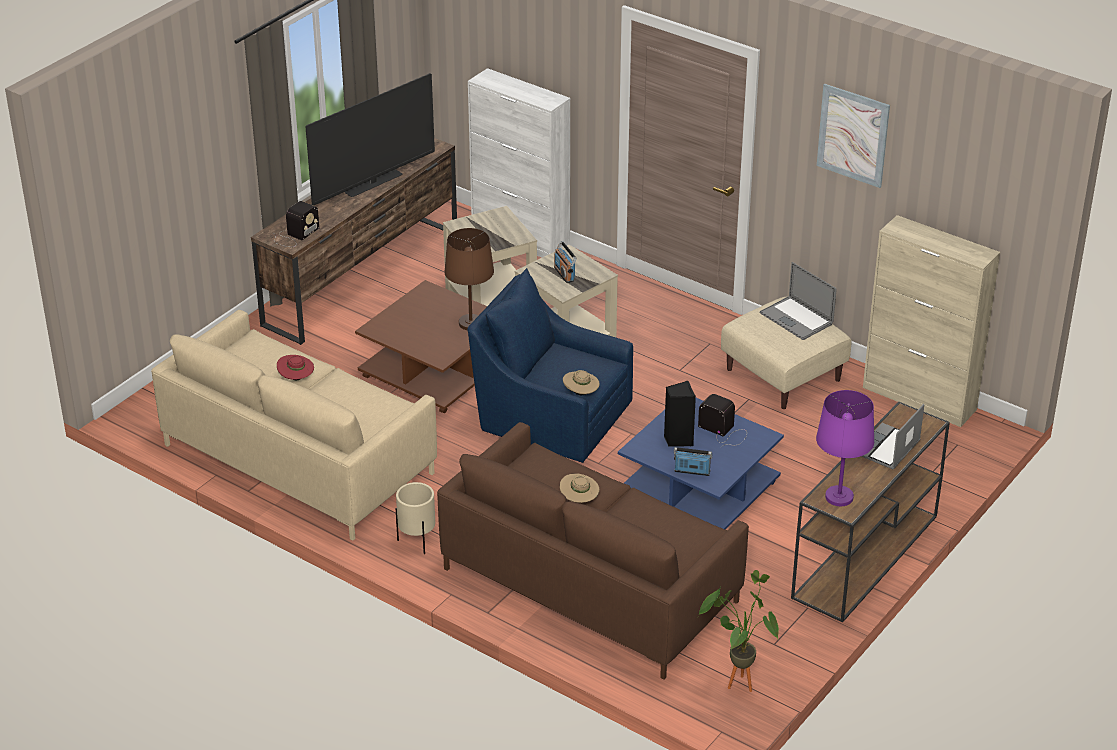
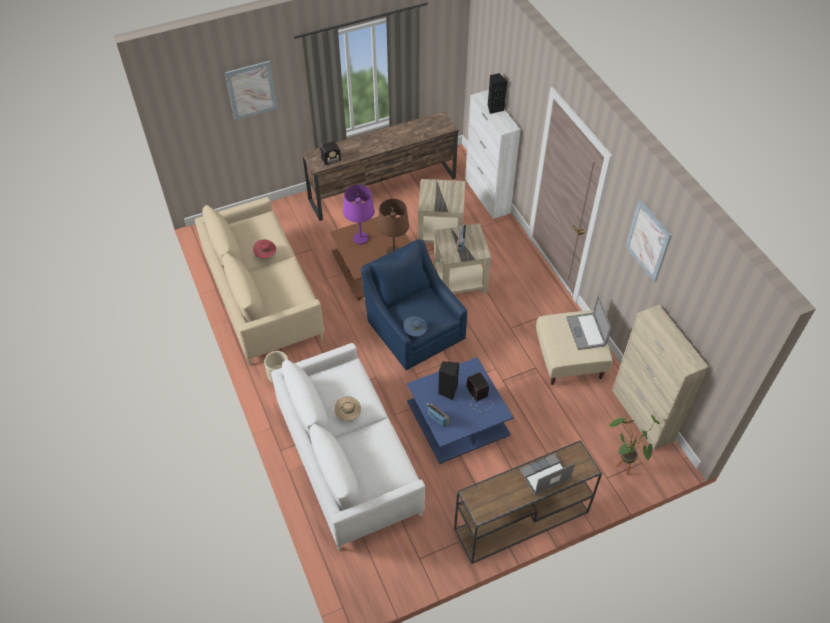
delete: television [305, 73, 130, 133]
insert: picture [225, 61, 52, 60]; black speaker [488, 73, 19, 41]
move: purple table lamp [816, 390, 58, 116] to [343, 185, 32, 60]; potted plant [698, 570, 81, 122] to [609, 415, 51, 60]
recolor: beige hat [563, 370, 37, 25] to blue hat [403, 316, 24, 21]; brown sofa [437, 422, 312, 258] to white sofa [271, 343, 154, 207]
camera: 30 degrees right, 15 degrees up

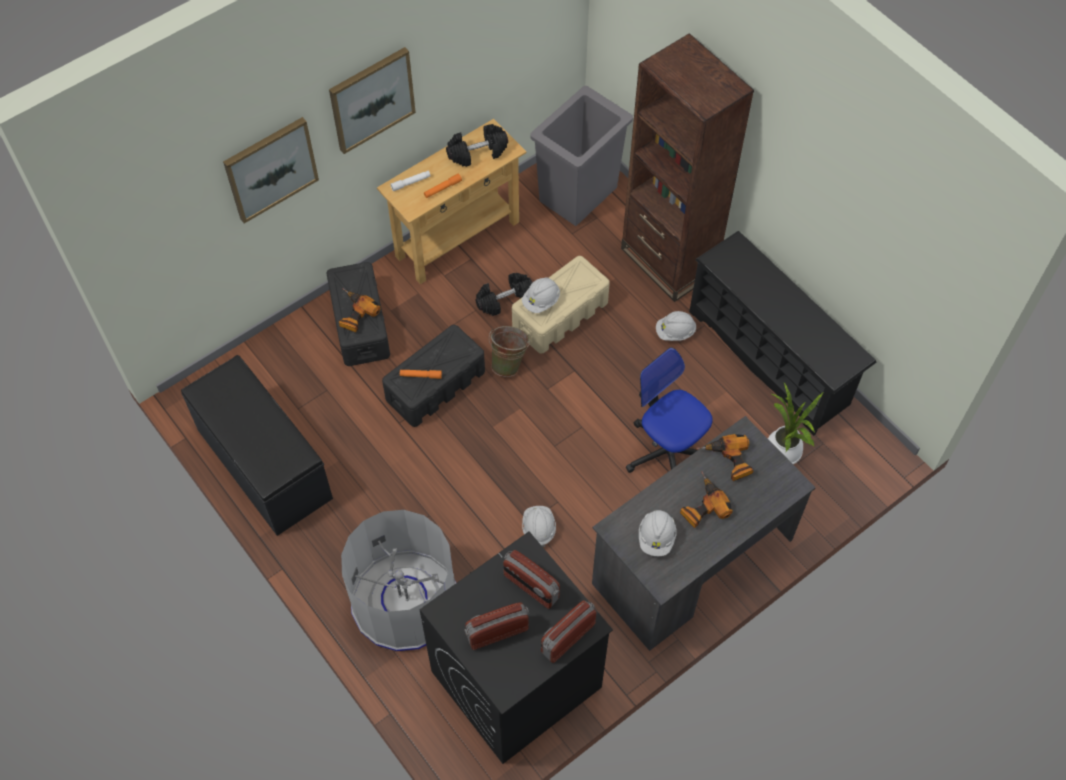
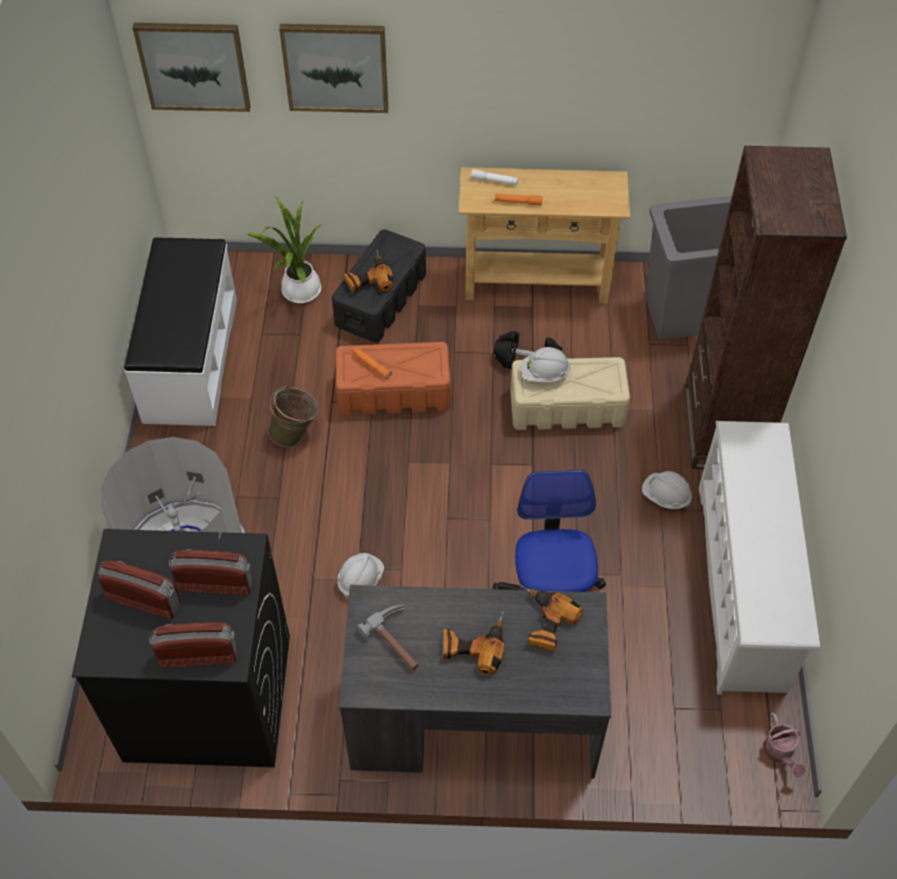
delete: black dumbbell [446, 124, 62, 43]
insert: watering can [763, 713, 42, 64]
move: picture [329, 47, 87, 107] to [133, 23, 118, 89]; green bucket [489, 326, 41, 51] to [269, 384, 50, 63]; potted plant [768, 383, 55, 81] to [246, 197, 75, 106]
replace: white hard hat [639, 510, 38, 46] to hammer [357, 605, 62, 66]
recolor: black shoe rack [689, 231, 188, 205] to white shoe rack [699, 421, 121, 274]; black storage box [382, 325, 103, 102] to orange storage box [336, 342, 114, 74]; black bench [181, 355, 152, 181] to white bench [124, 237, 113, 189]
rotate: radio [503, 550, 57, 59] = [169, 549, 83, 46] 105 degrees clockwise
camera: 40 degrees right, 5 degrees down

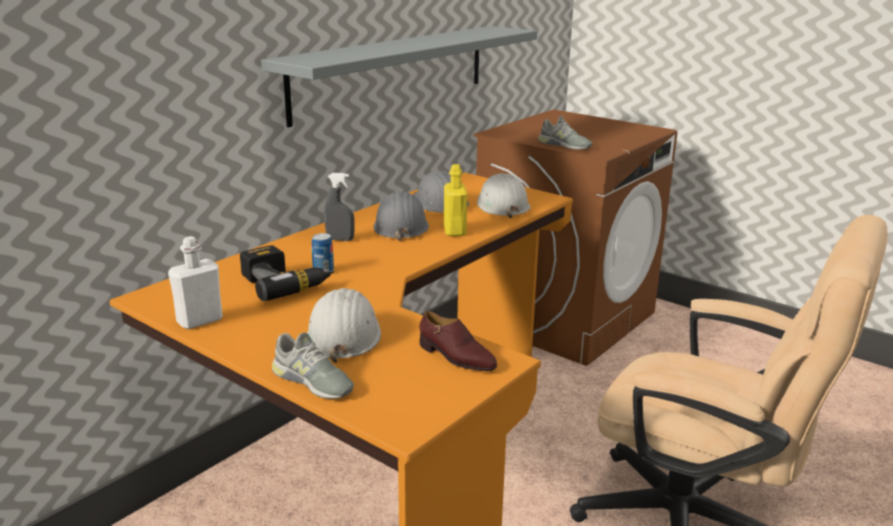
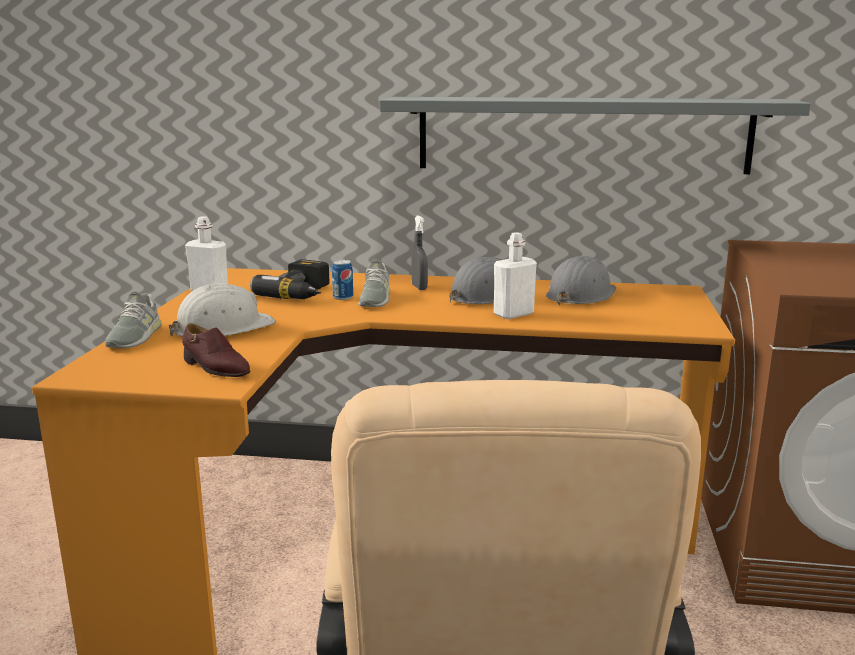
delete: white hard hat [477, 173, 53, 45]
move: grey shoe [538, 116, 54, 34] to [358, 259, 32, 48]
recolor: yellow bottle [444, 164, 23, 72] to white bottle [494, 232, 43, 87]
rotate: brown shoe [419, 311, 78, 60] = [182, 323, 68, 54] 60 degrees counterclockwise
camera: 60 degrees right, 5 degrees down

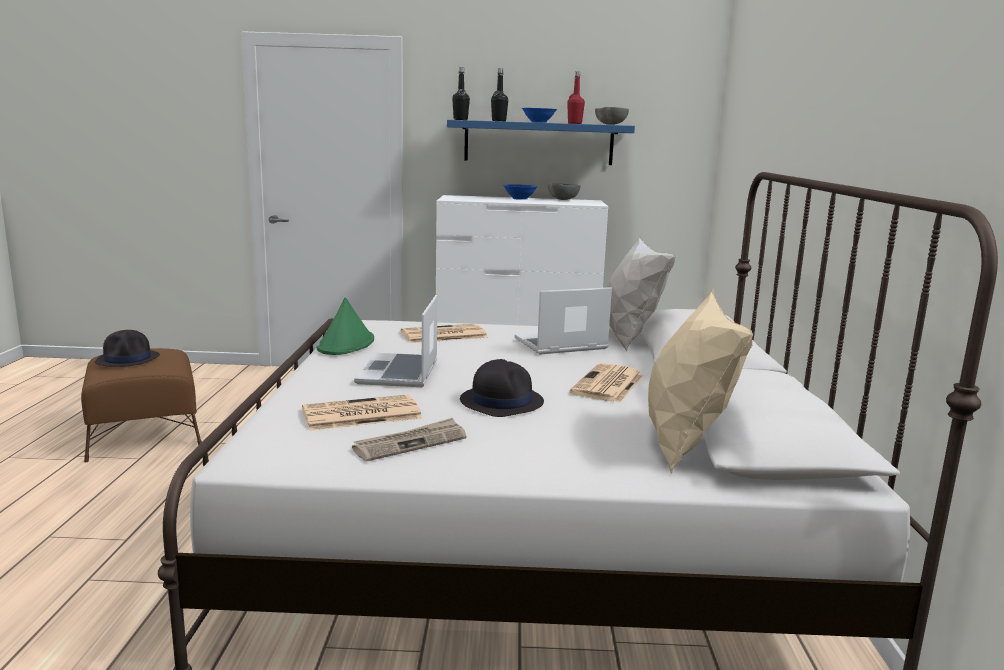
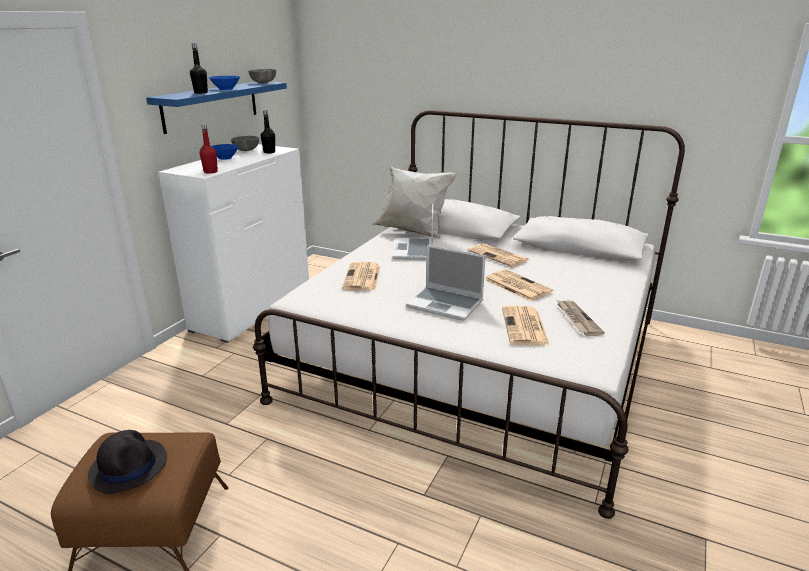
delete: beige pillow [648, 287, 105, 187]; green hat [317, 297, 57, 58]
move: black bottle [452, 67, 18, 53] to [261, 110, 14, 44]; red bottle [567, 71, 18, 53] to [200, 124, 18, 50]
replace: black hat [460, 359, 84, 58] to newspaper [485, 269, 68, 32]
camera: 65 degrees left, 10 degrees up

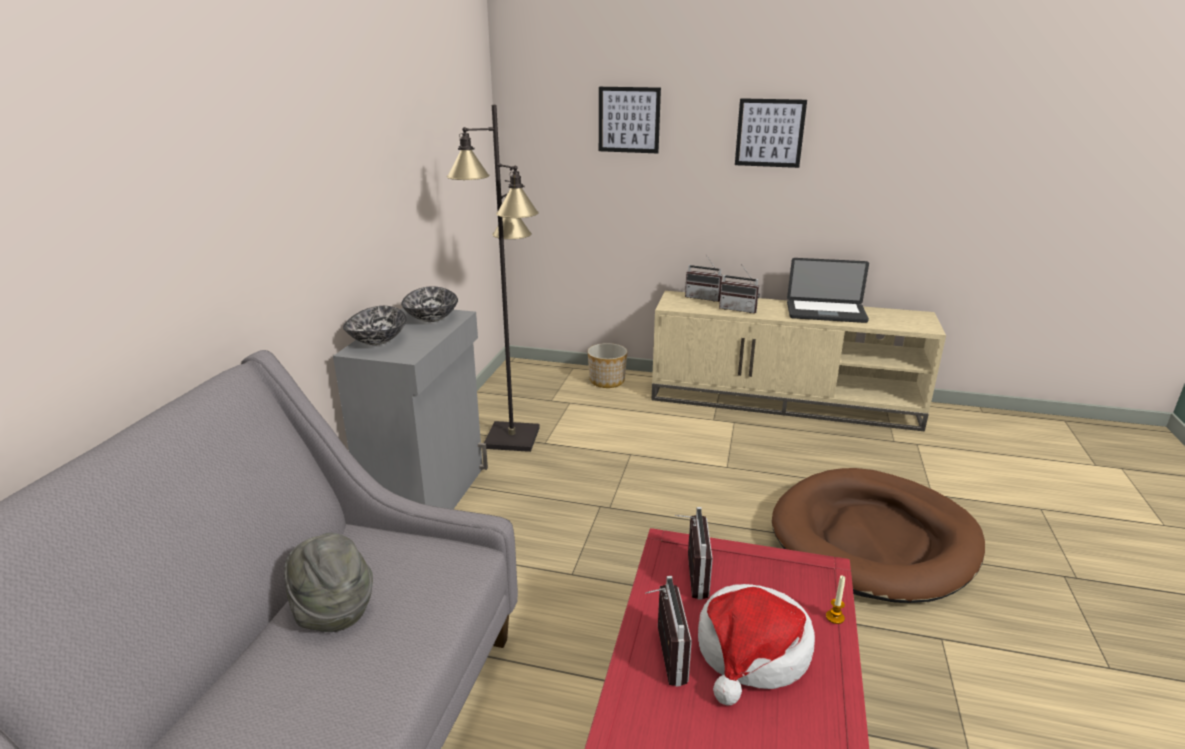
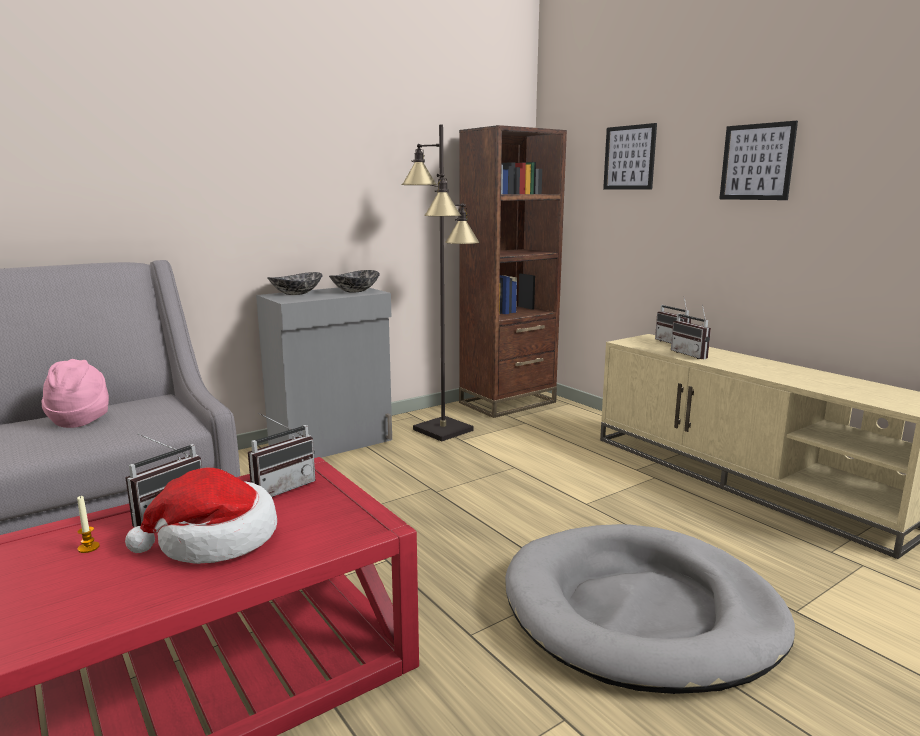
delete: laptop [787, 258, 82, 65]; planter [588, 343, 40, 45]
insert: brown bookcase [459, 125, 108, 293]
move: candle [826, 575, 19, 49] to [77, 496, 23, 57]
recolor: brown dog bed [772, 468, 213, 135] to grey dog bed [505, 524, 290, 170]; grey hat [284, 533, 89, 99] to pink hat [41, 359, 68, 69]
camera: 40 degrees right, 10 degrees down

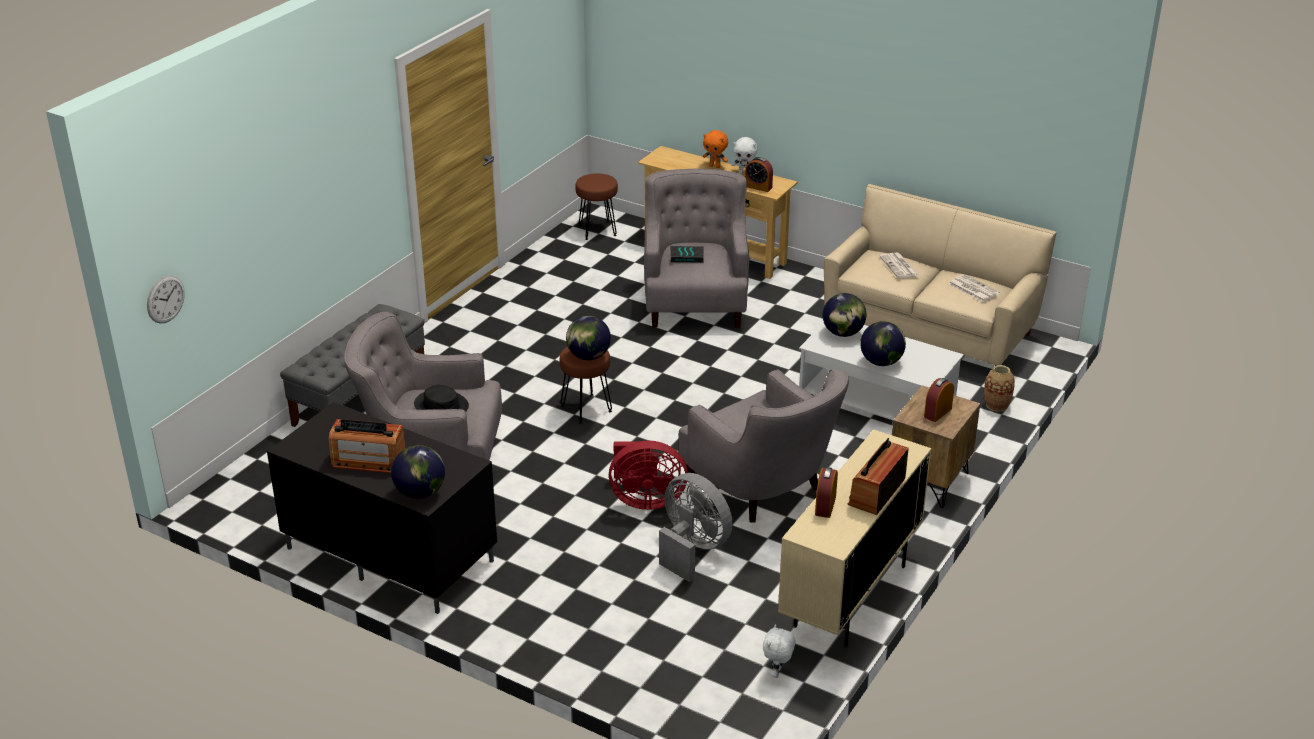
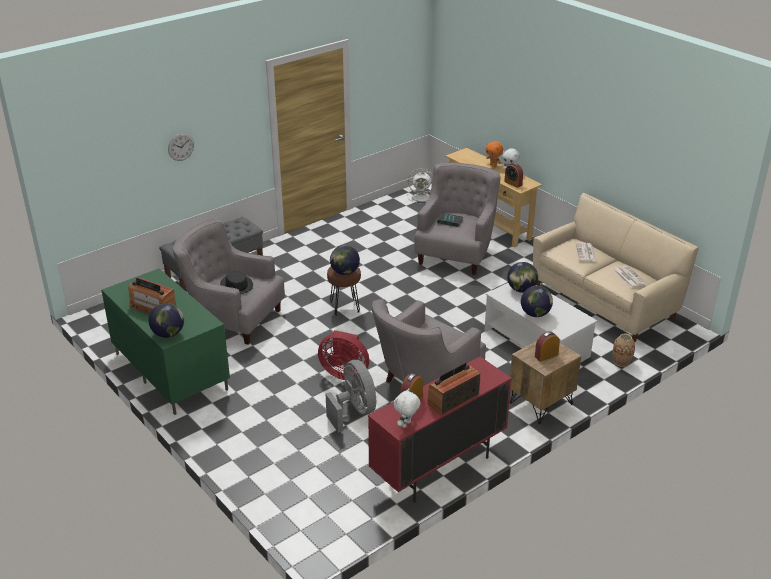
move: wall clock [147, 275, 38, 49] to [168, 133, 26, 28]; white plush toy [763, 624, 33, 54] to [394, 388, 27, 40]
replace: brown stool [575, 173, 43, 67] to white fan [407, 168, 26, 36]
recolor: black tv stand [267, 402, 230, 212] to green tv stand [101, 269, 129, 146]; beige cabinet [778, 429, 153, 218] to red cabinet [368, 357, 144, 146]
rotate: grey armchair [678, 369, 170, 154] = [372, 299, 114, 87] 60 degrees clockwise
camera: 20 degrees right, 0 degrees up

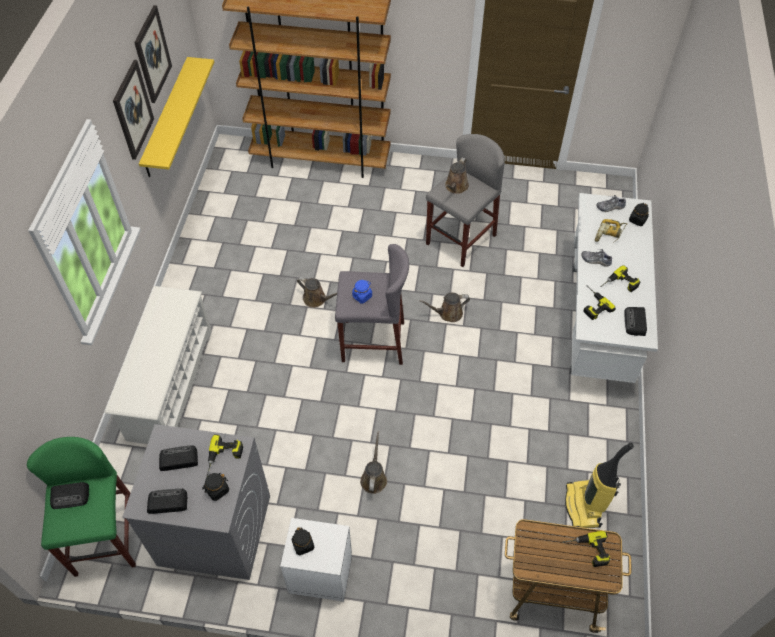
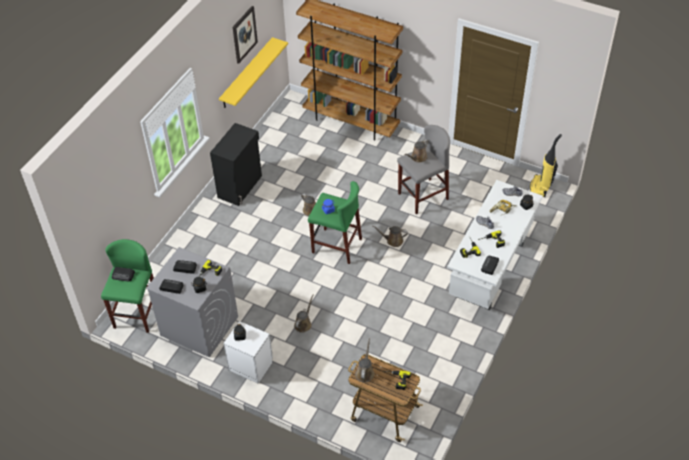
delete: picture [113, 60, 41, 100]; white shoe rack [105, 286, 107, 158]
insert: black cabinet [210, 123, 52, 83]; brown watering can [355, 338, 20, 45]
move: vacuum cleaner [565, 443, 69, 85] to [530, 134, 32, 63]
recolor: grey stool [335, 244, 74, 121] to green stool [308, 181, 54, 83]
camera: 20 degrees right, 5 degrees down

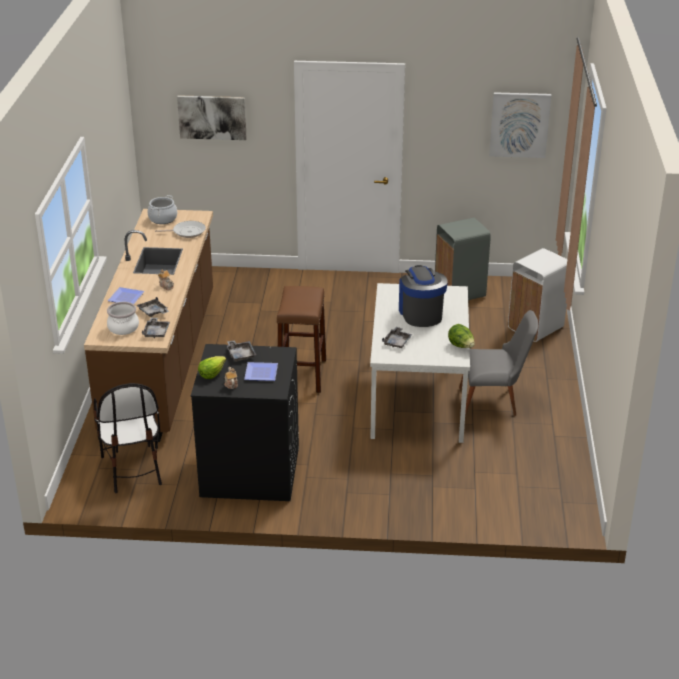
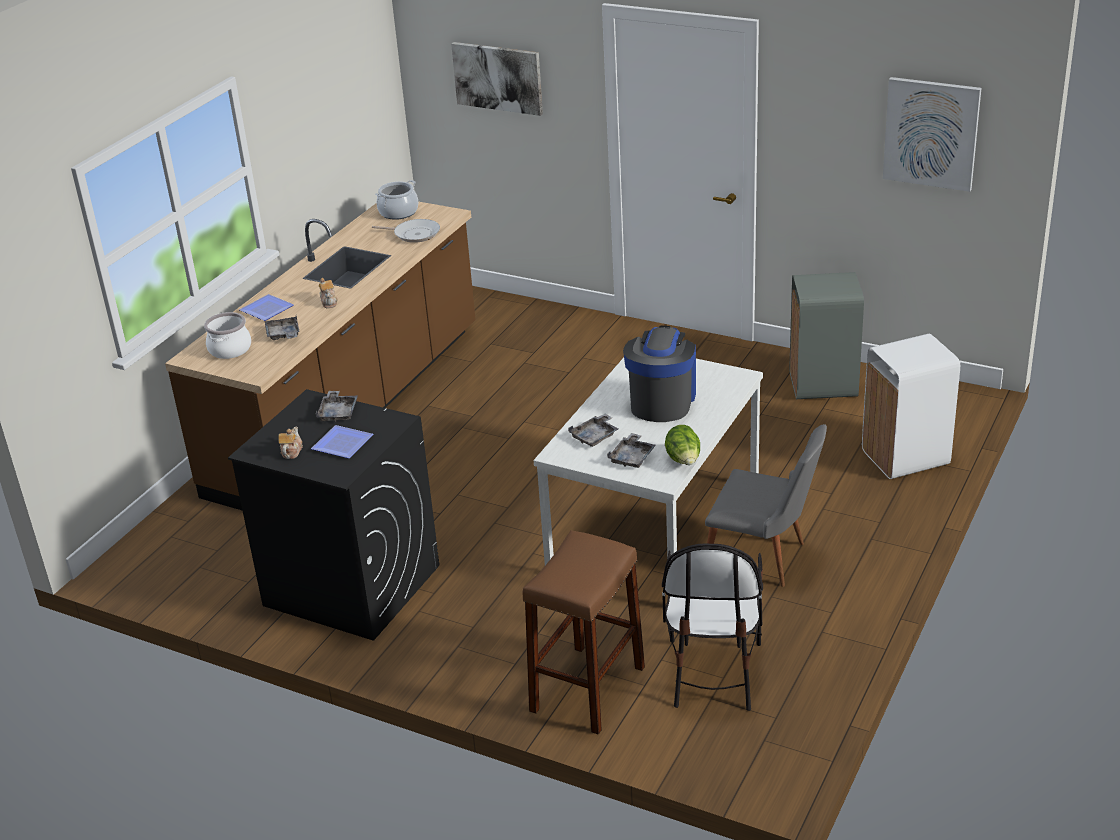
delete: lettuce [198, 356, 28, 23]
move: brown stool [277, 286, 49, 107] to [522, 530, 123, 205]; grey tray [142, 317, 28, 21] to [607, 433, 49, 35]; chair [94, 383, 68, 110] to [662, 544, 101, 167]
camera: 25 degrees right, 0 degrees up

